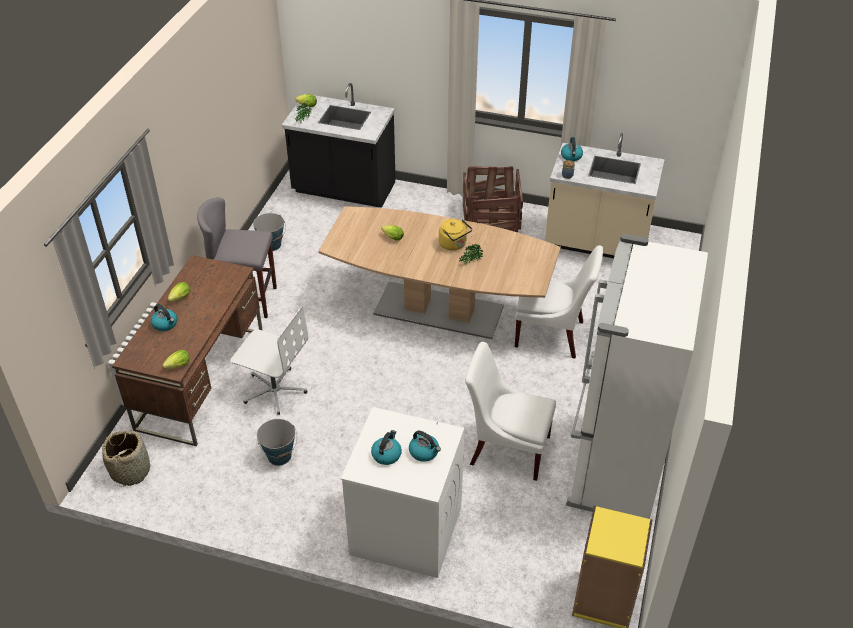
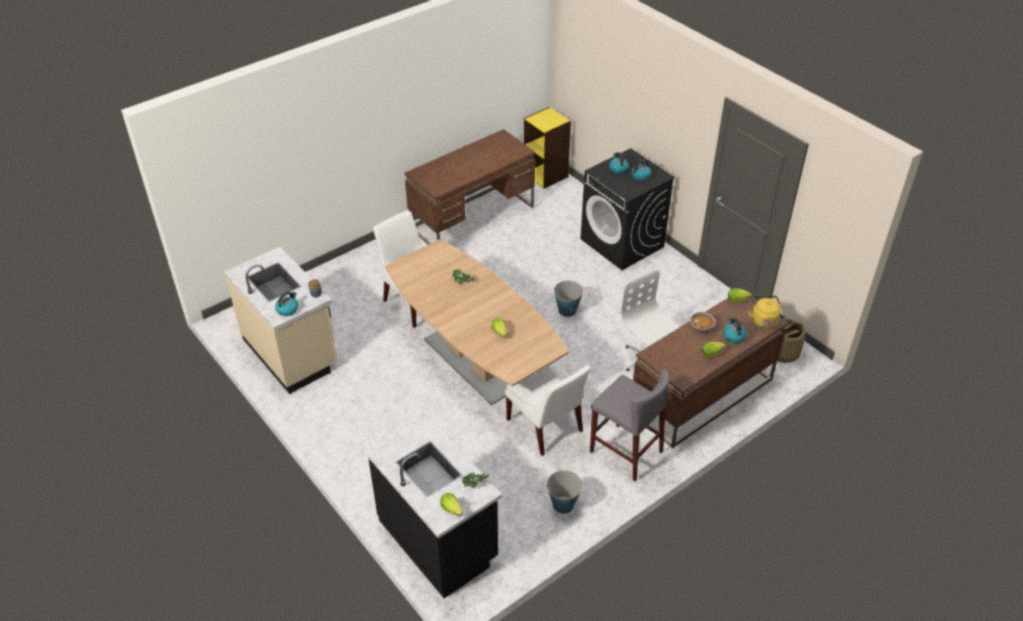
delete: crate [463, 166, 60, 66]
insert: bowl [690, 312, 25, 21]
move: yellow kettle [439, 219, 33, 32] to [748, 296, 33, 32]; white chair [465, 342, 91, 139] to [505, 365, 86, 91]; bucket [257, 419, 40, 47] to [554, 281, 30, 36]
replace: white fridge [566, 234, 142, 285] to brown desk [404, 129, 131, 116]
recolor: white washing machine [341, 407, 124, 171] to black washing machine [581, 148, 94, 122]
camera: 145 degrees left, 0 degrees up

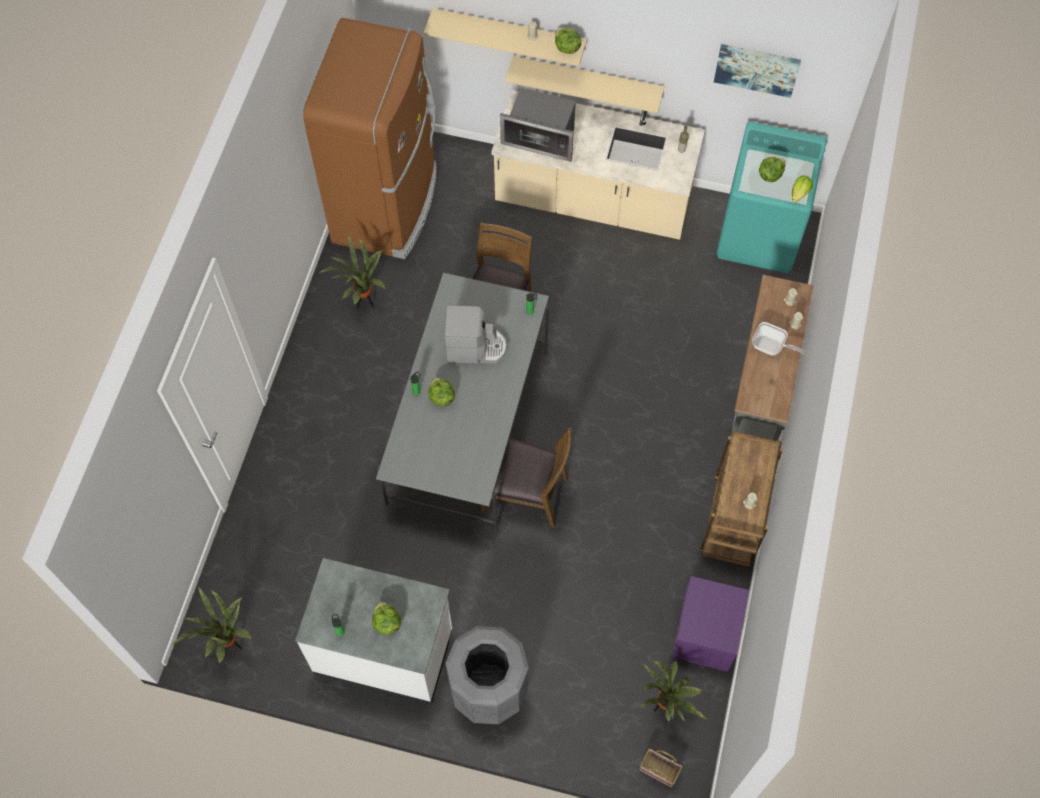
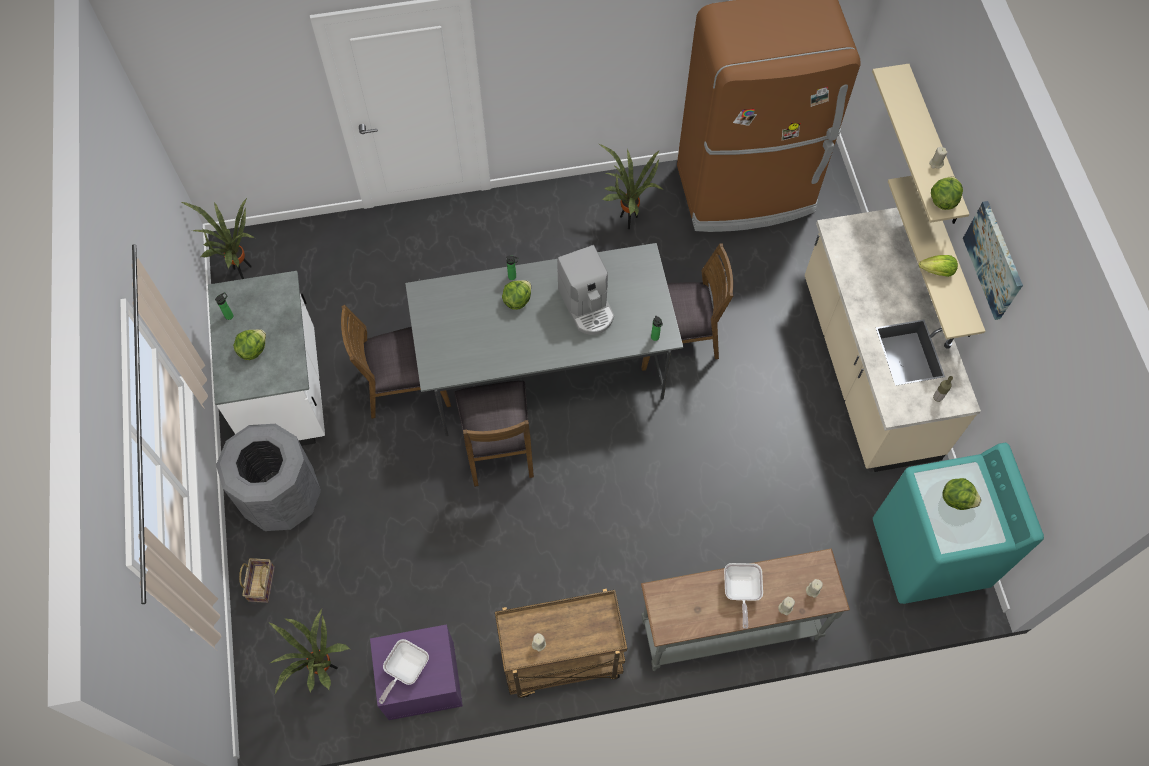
delete: microwave [500, 87, 76, 75]
insert: brown chair [341, 305, 110, 114]; frying pan [379, 639, 50, 65]
move: picture [714, 44, 87, 54] to [963, 201, 60, 119]; lettuce [792, 175, 21, 28] to [919, 255, 39, 22]; basket [639, 748, 43, 39] to [239, 558, 36, 45]
camera: 65 degrees right, 0 degrees up

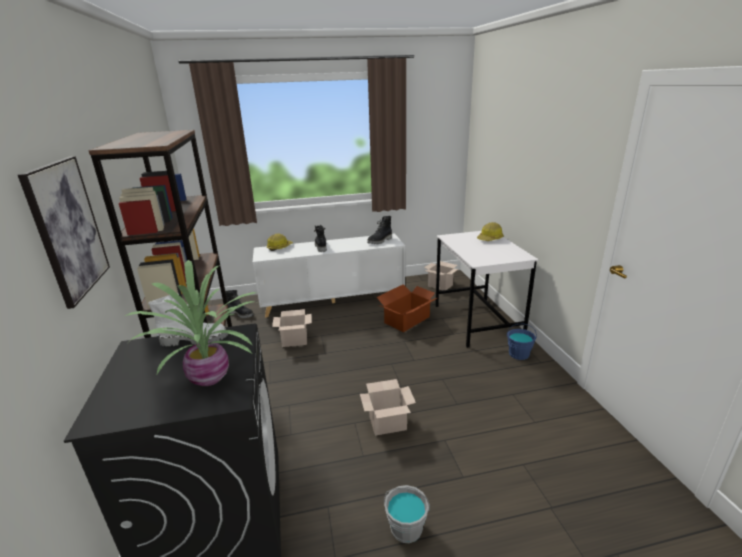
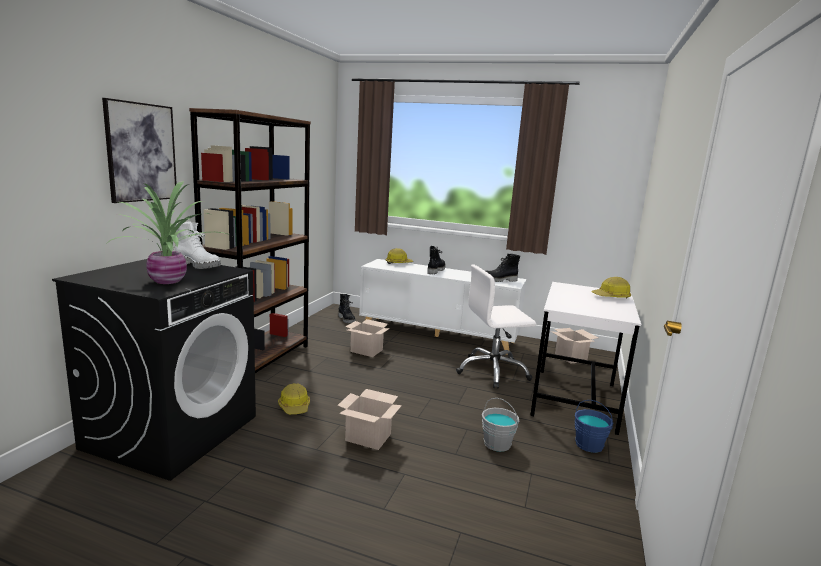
insert: hard hat [278, 383, 32, 31]
move: grey bucket [384, 485, 46, 58] to [482, 398, 37, 54]
replace: cardboard box [376, 284, 61, 48] to white office chair [456, 264, 80, 125]
camera: 30 degrees right, 10 degrees down

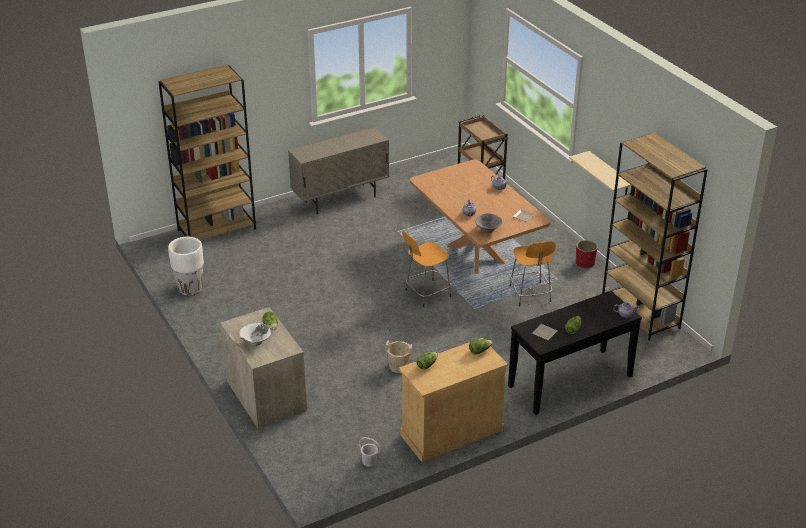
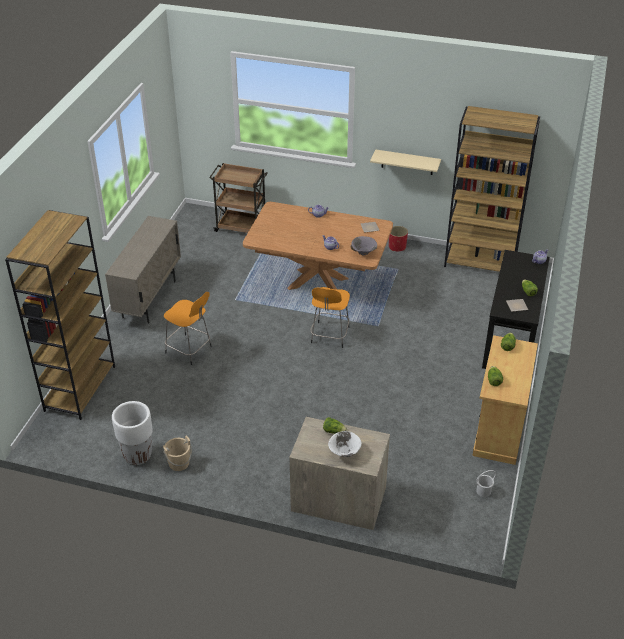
move: orange stool [509, 241, 47, 65] to [164, 292, 47, 73]; beige bucket [385, 341, 28, 32] to [163, 436, 28, 35]
camera: 45 degrees left, 5 degrees up

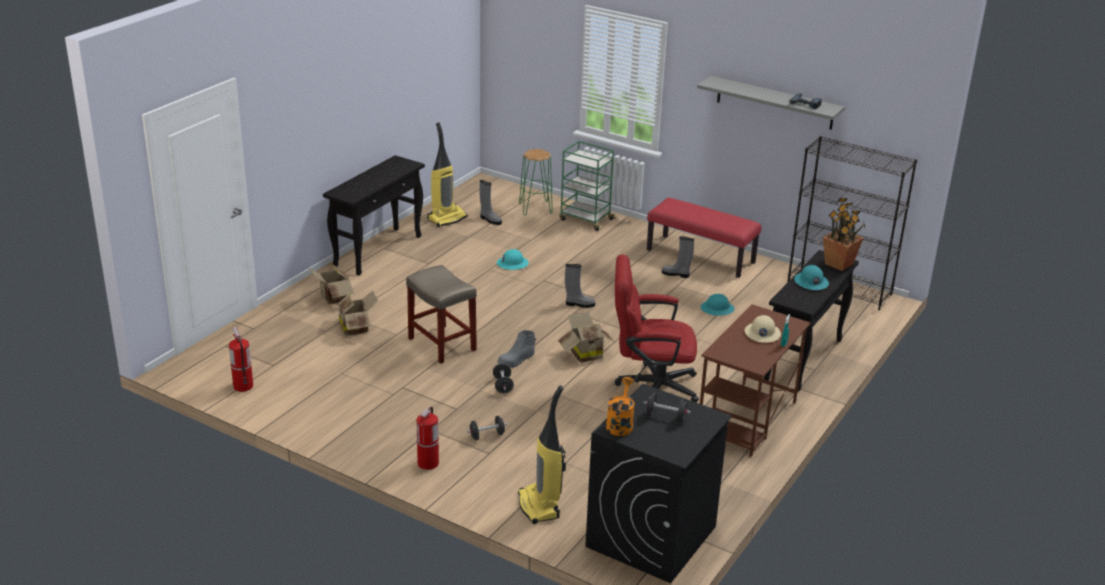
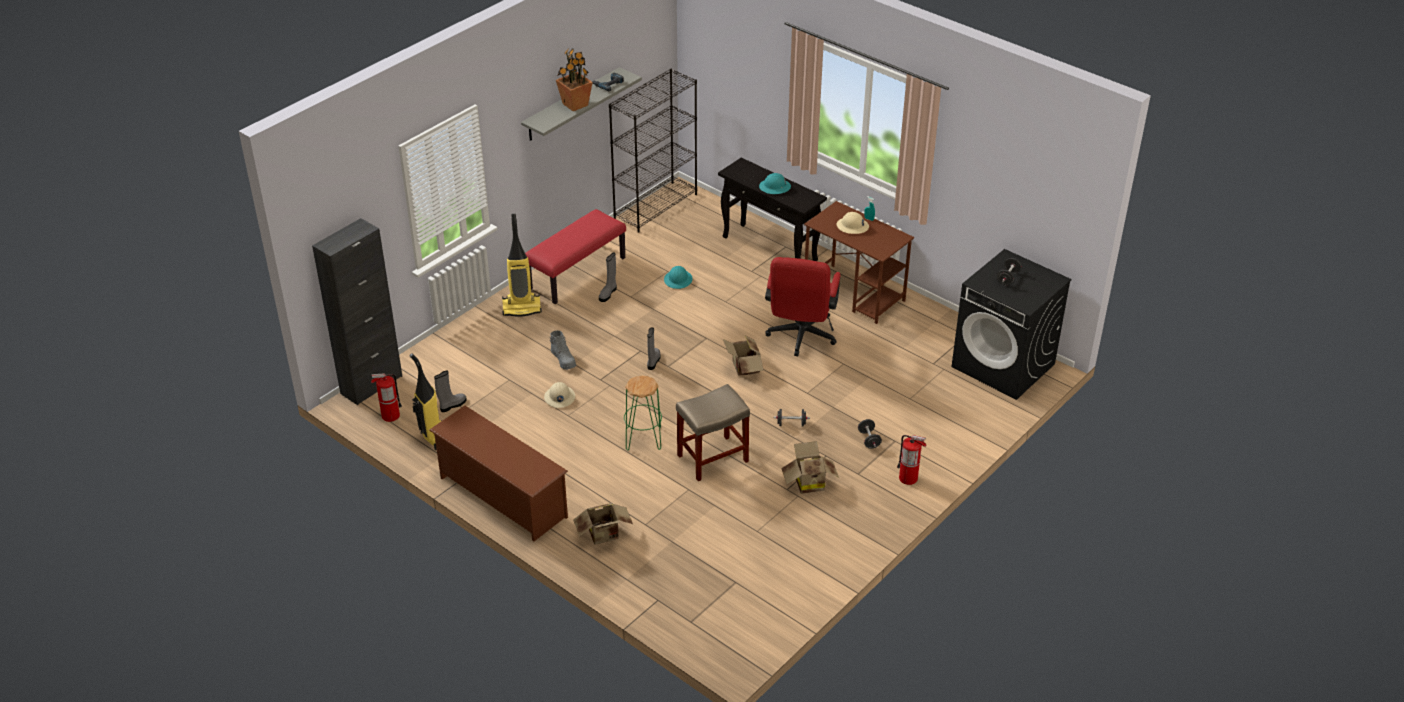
delete: green cart [559, 141, 57, 90]; orange watering can [606, 377, 29, 59]
insert: black cabinet [312, 218, 90, 187]
move: green stool [519, 149, 34, 66] to [624, 376, 38, 74]; potted plant [823, 198, 42, 73] to [556, 48, 37, 63]; cardboard box [336, 290, 42, 46] to [781, 441, 58, 53]; fire extinguisher [229, 327, 24, 65] to [371, 373, 31, 49]; grey boot [497, 330, 39, 38] to [549, 330, 27, 40]; vacuum cleaner [518, 385, 48, 139] to [502, 214, 40, 103]
replace: black console table [323, 155, 102, 120] to brown shoe rack [429, 406, 139, 135]
recolor: turquoise hard hat [497, 249, 32, 21] to beige hard hat [544, 382, 31, 26]
camera: 80 degrees left, 10 degrees up

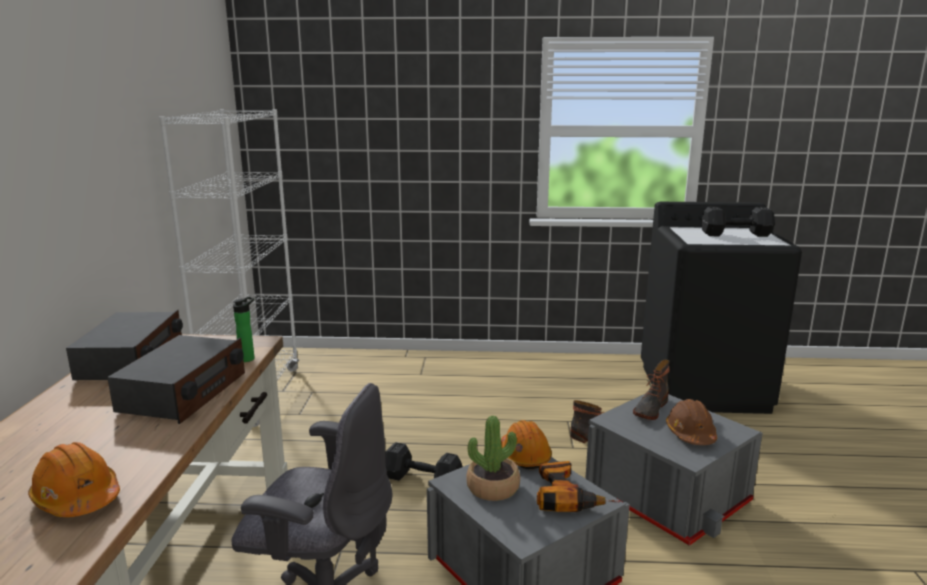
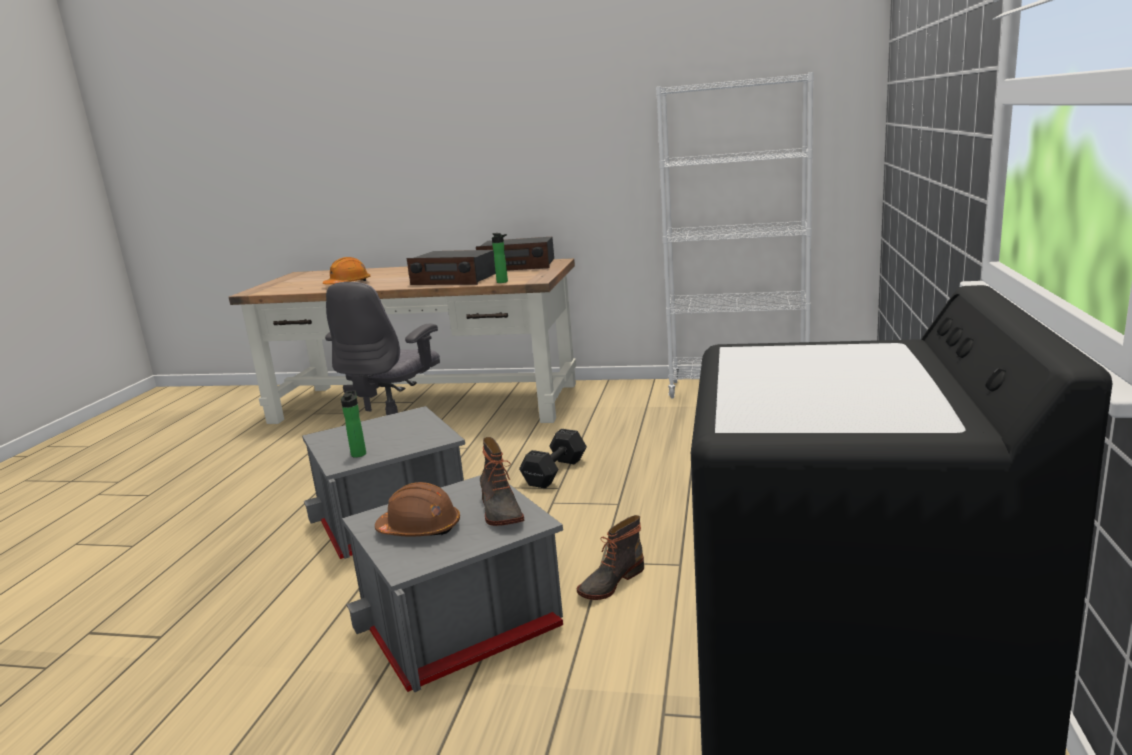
delete: black dumbbell [701, 207, 74, 30]; potted plant [466, 416, 54, 85]; orange hard hat [501, 420, 51, 49]
replace: power drill [537, 461, 83, 51] to bottle [341, 390, 25, 68]
rotate: boot [633, 360, 37, 60] = [480, 437, 44, 89] 150 degrees counterclockwise
camera: 100 degrees right, 0 degrees up

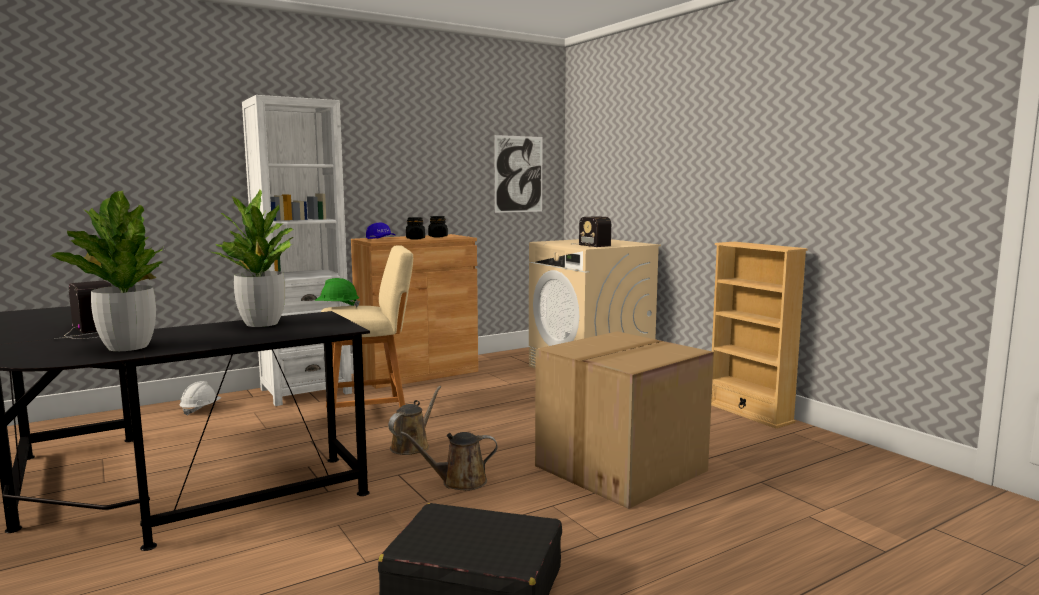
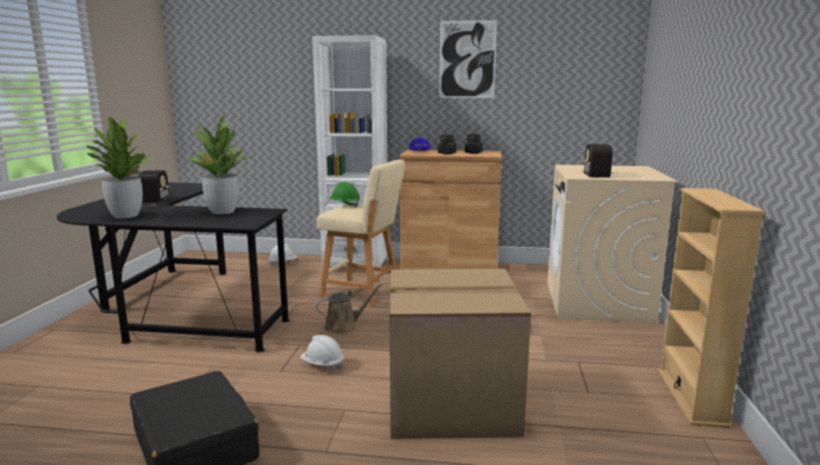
move: picture [494, 135, 49, 78] to [439, 20, 58, 78]
replace: brown watering can [400, 432, 98, 59] to white hard hat [300, 335, 44, 35]
camera: 40 degrees right, 5 degrees up

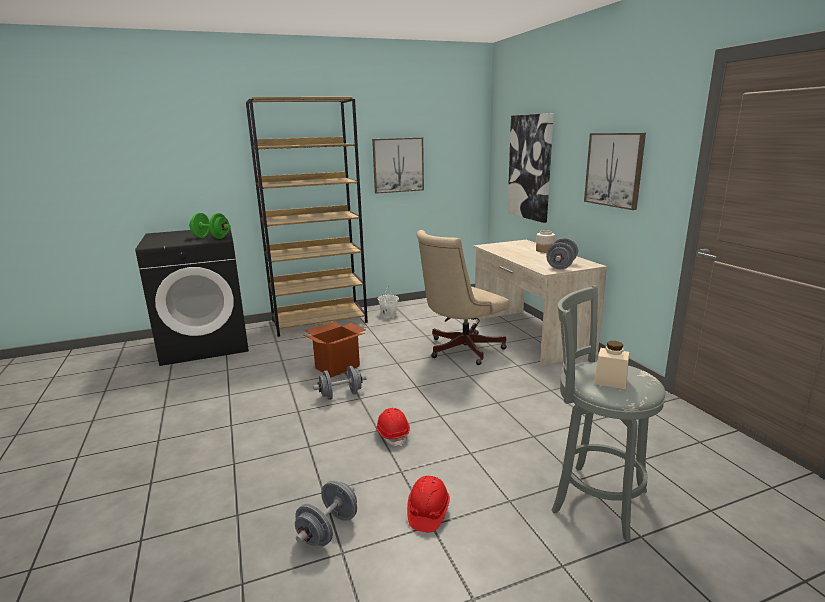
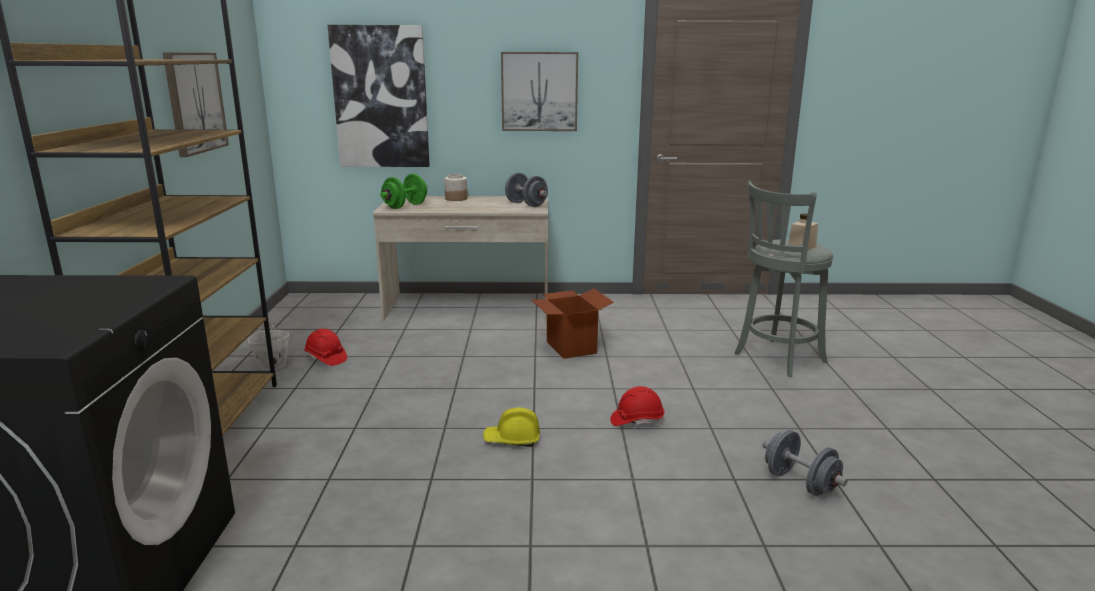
delete: beige office chair [416, 230, 93, 135]
move: green dumbbell [189, 213, 42, 26] to [380, 174, 47, 35]; cardboard box [304, 321, 62, 56] to [531, 289, 83, 70]; red hard hat [407, 476, 43, 56] to [304, 329, 43, 37]
replace: grey dumbbell [313, 366, 53, 34] to yellow hard hat [483, 407, 57, 40]
camera: 70 degrees left, 0 degrees up

